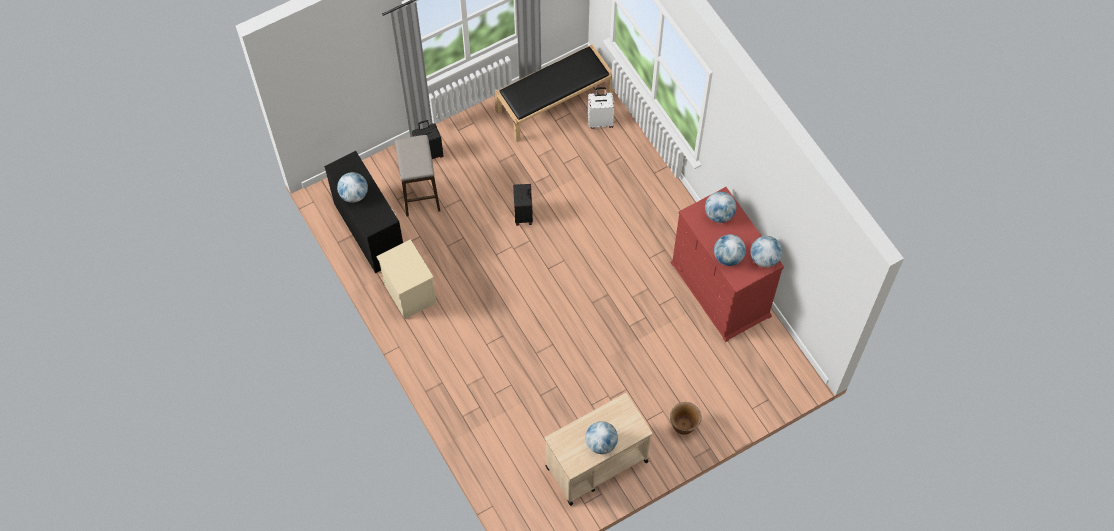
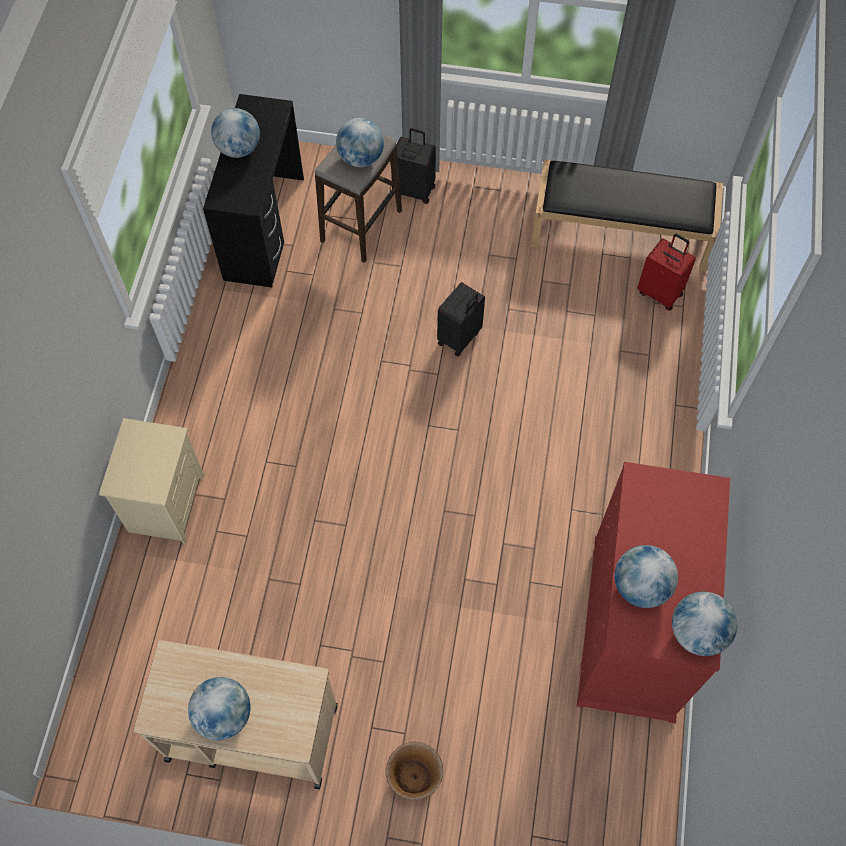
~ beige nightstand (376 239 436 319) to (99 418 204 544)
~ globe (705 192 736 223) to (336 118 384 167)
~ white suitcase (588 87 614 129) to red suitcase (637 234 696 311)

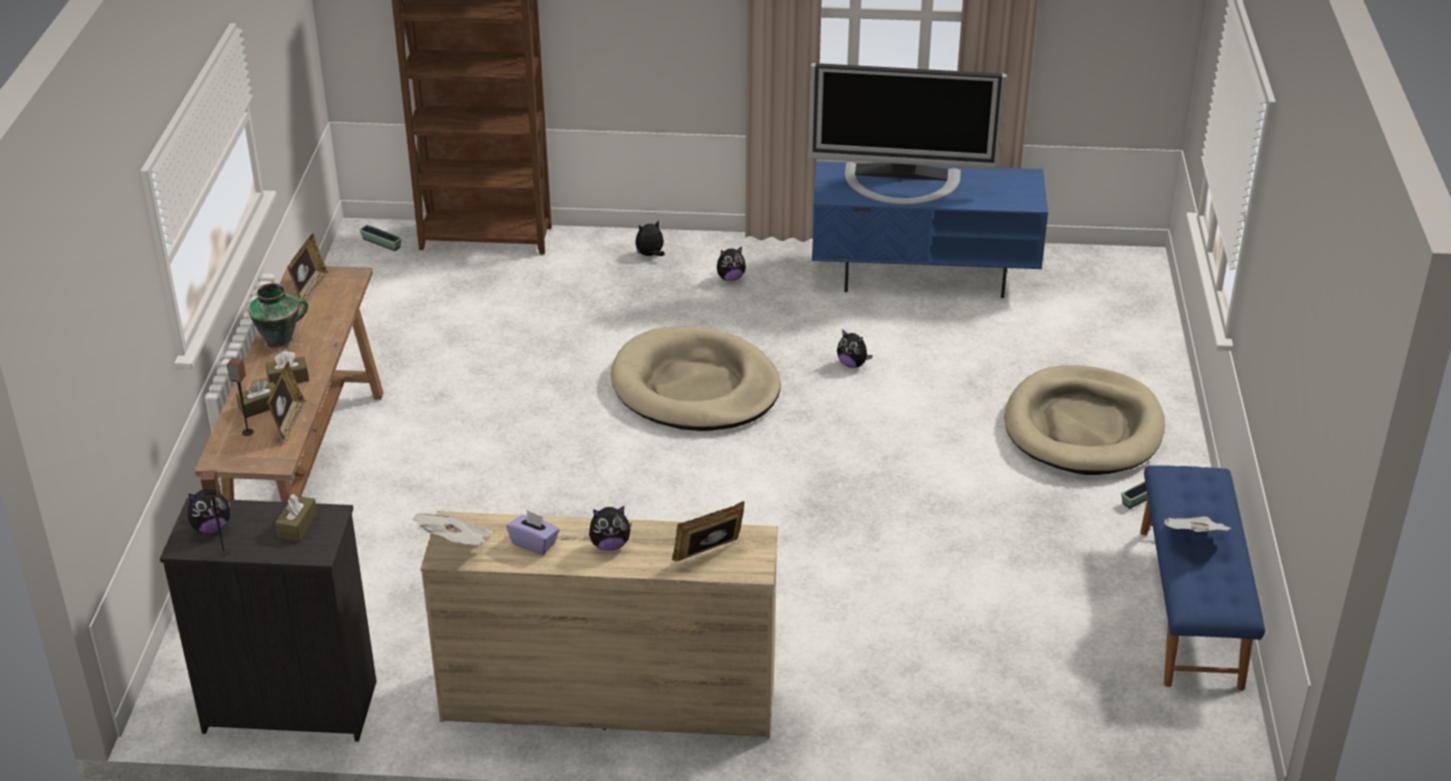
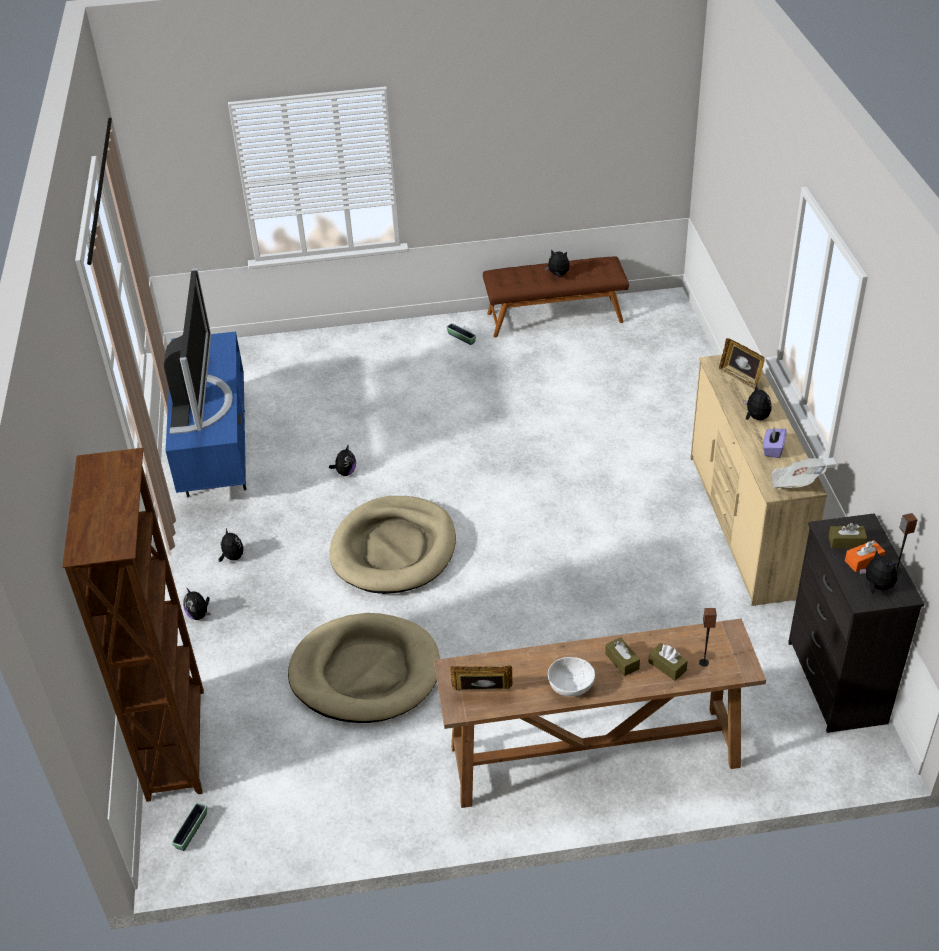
- picture frame (267 362 306 441)
+ orange tissue box (845 540 885 572)
~ beige dog bed (1005 365 1165 475) to (288 613 440 723)
~ vase (248 283 308 350) to white bowl (548 657 595 696)
~ newspaper (1164 516 1230 532) to plush toy (545 250 570 278)
~ blue bench (1140 465 1265 691) to brown bench (483 256 629 338)

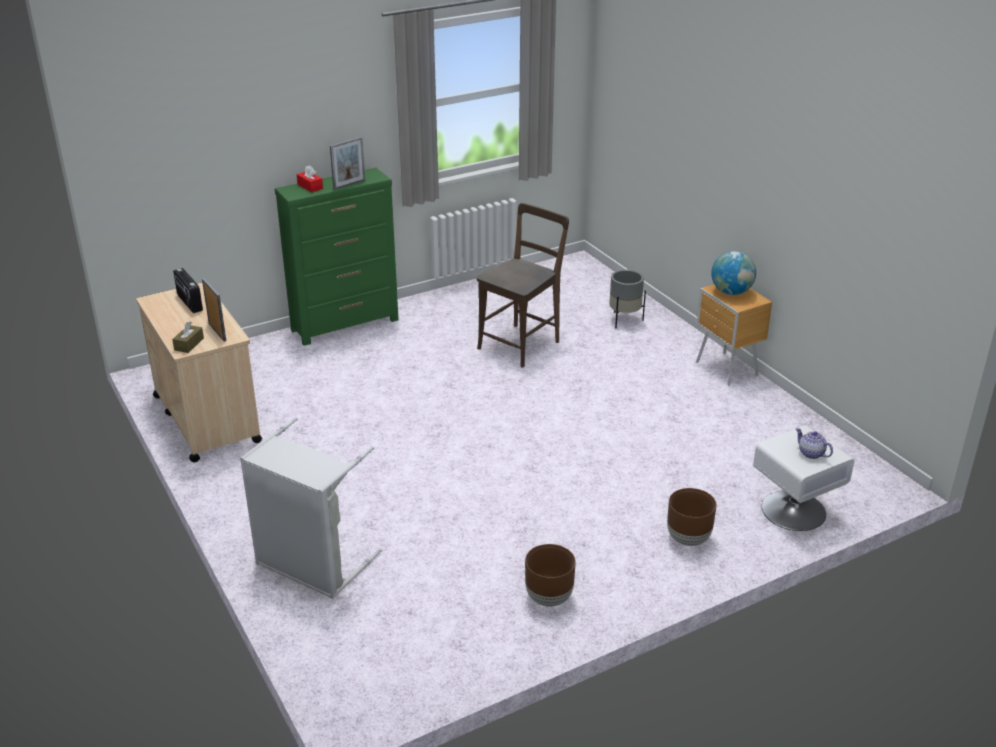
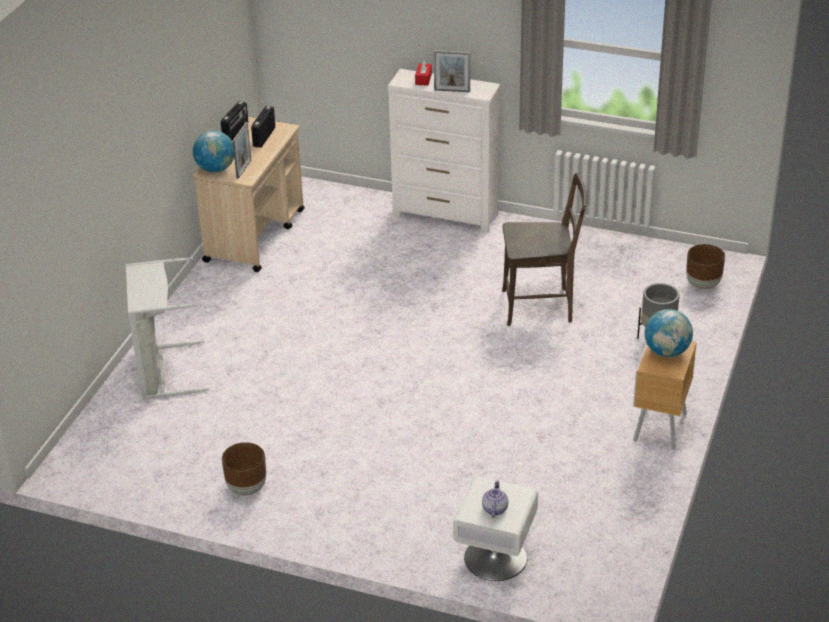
+ radio (221 101 248 141)
~ brown planter (667 488 716 546) to (686 244 725 290)
~ brown tissue box (172 321 204 353) to globe (193 131 234 173)
~ green dresser (275 168 399 346) to white dresser (388 69 500 233)

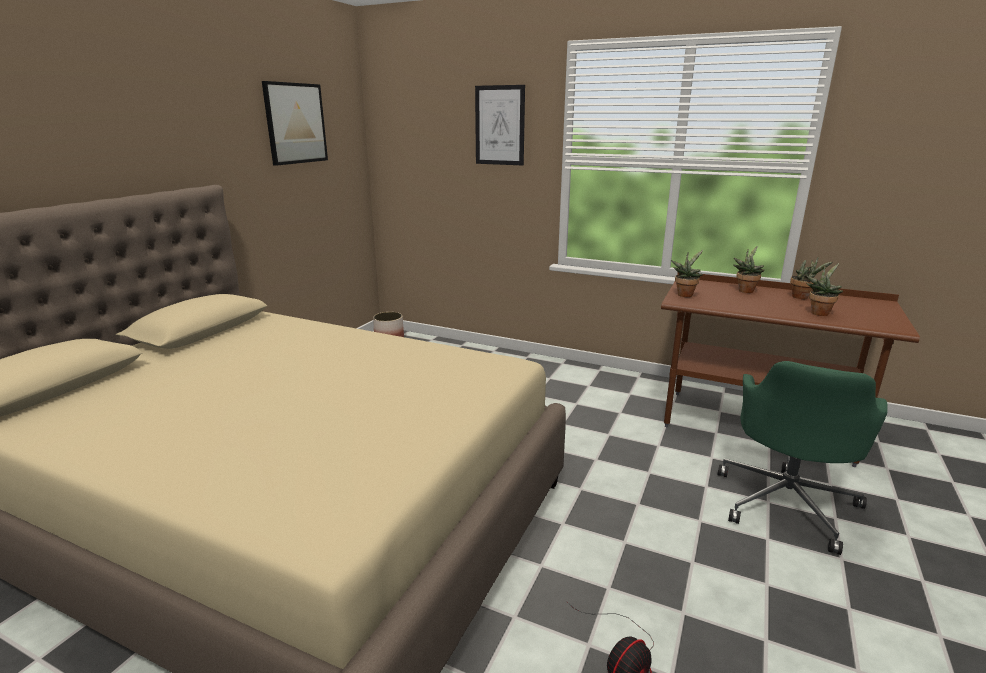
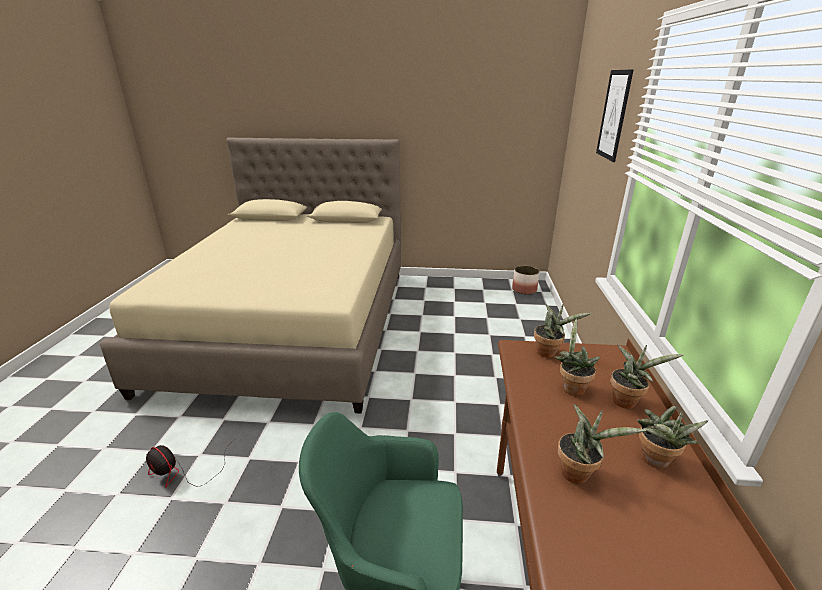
- picture (262 81 328 166)
+ potted plant (554 318 600 396)

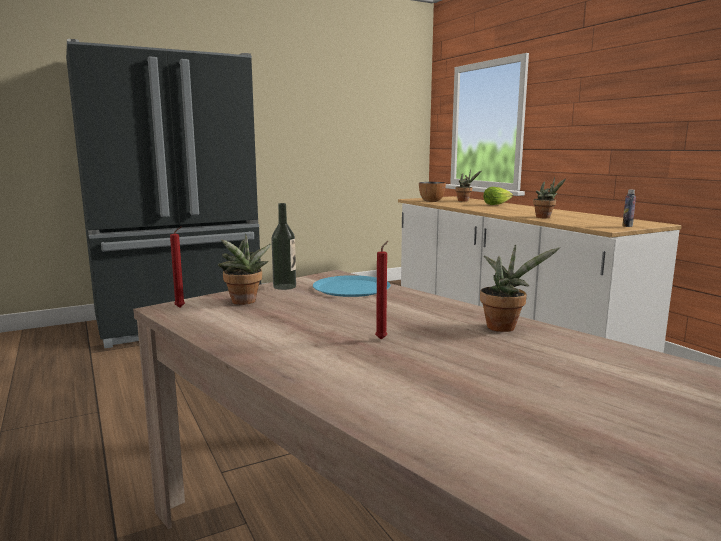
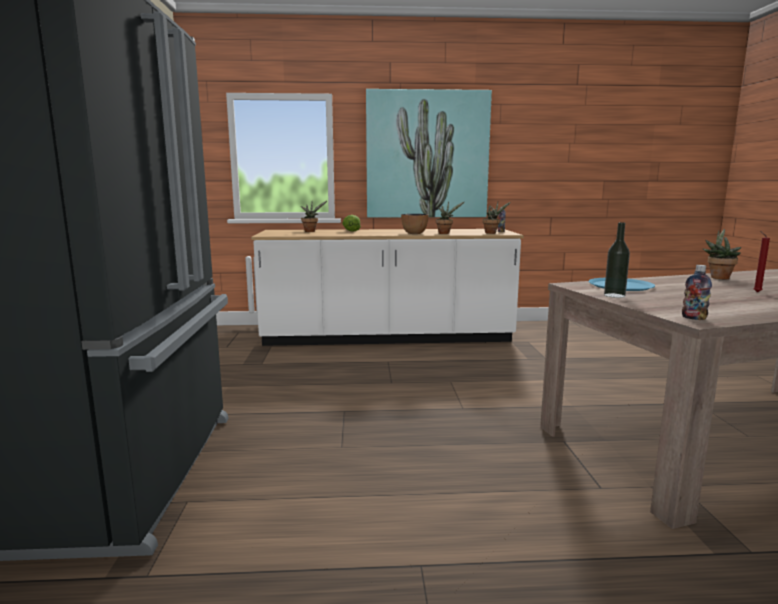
+ picture (366 89 492 218)
~ potted plant (218 234 271 305) to (483 202 511 234)
~ bowl (419 182 446 202) to (401 214 429 234)
~ red candle (170 226 185 308) to bottle (682 265 712 320)

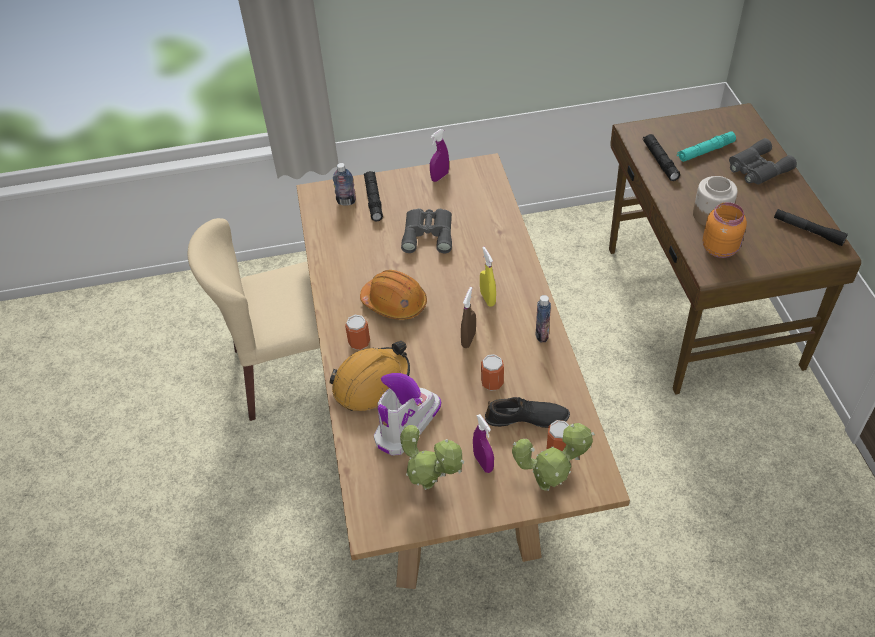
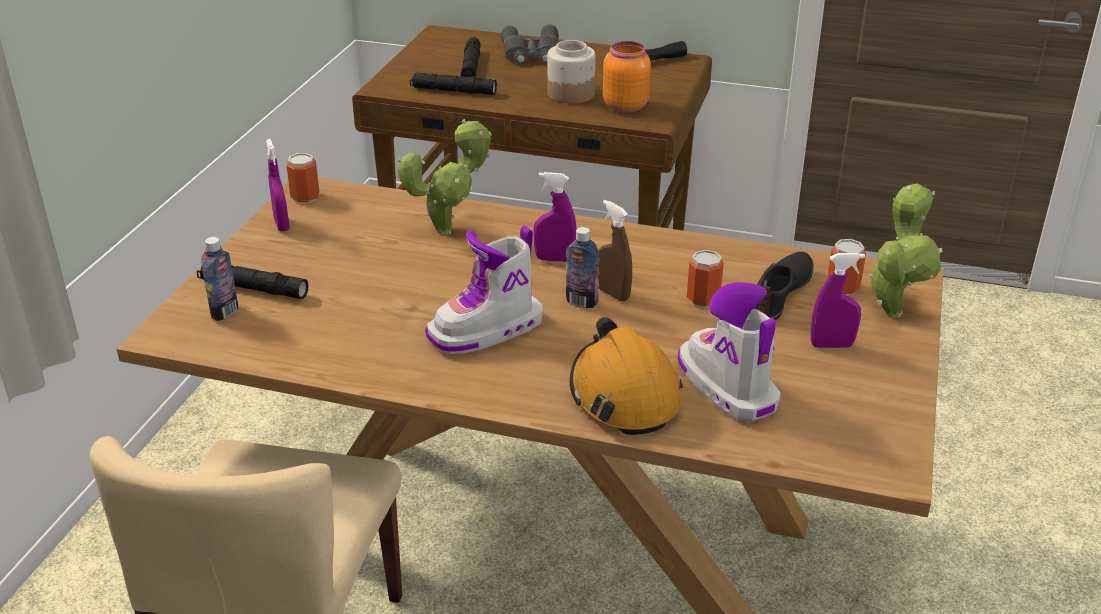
- grey binoculars (401 209 452 253)
~ can (345 315 370 350) to (286 153 320 203)
~ potted plant (400 424 464 490) to (398 119 492 235)
~ bottle (536 295 551 342) to (566 227 600 308)
~ orange hard hat (360 270 427 320) to boot (425 226 543 354)
~ yellow spray bottle (480 247 496 307) to purple spray bottle (533 172 576 262)
~ turquoise flashlight (677 131 736 162) to black flashlight (461 37 481 77)

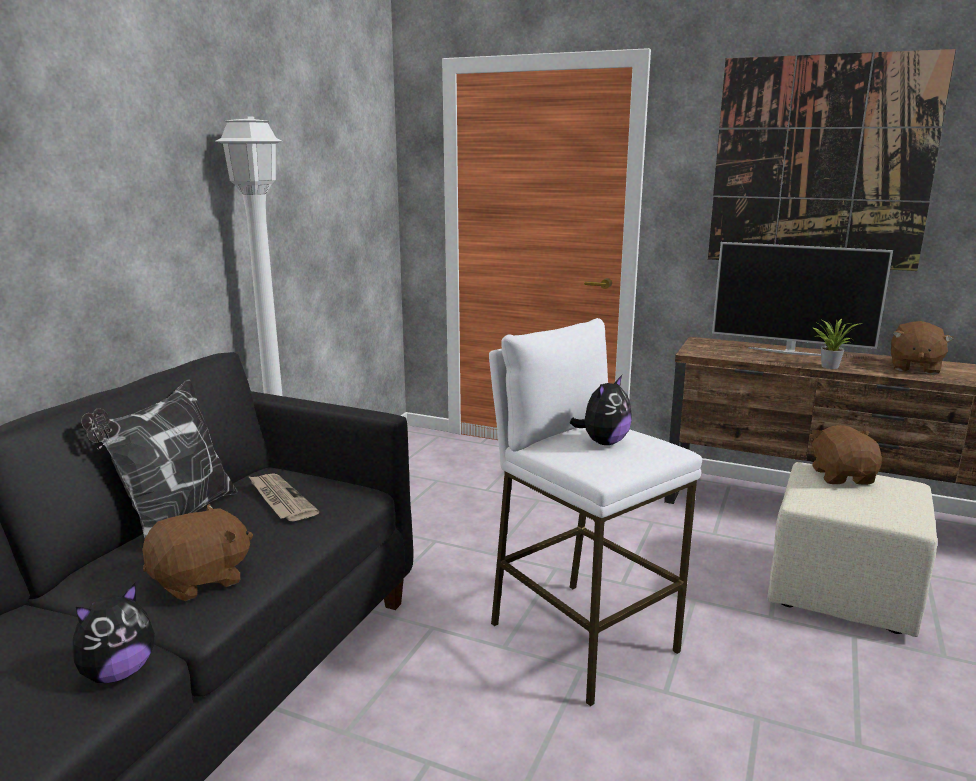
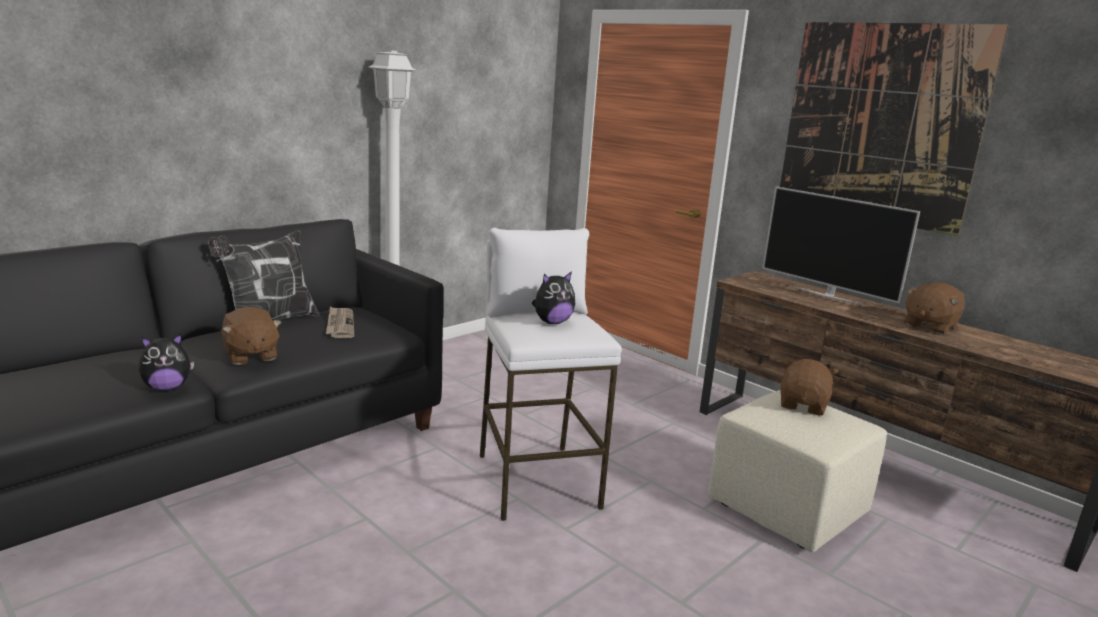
- potted plant (812 318 858 369)
~ brown plush toy (142 504 253 601) = (221 307 282 365) 75 degrees clockwise

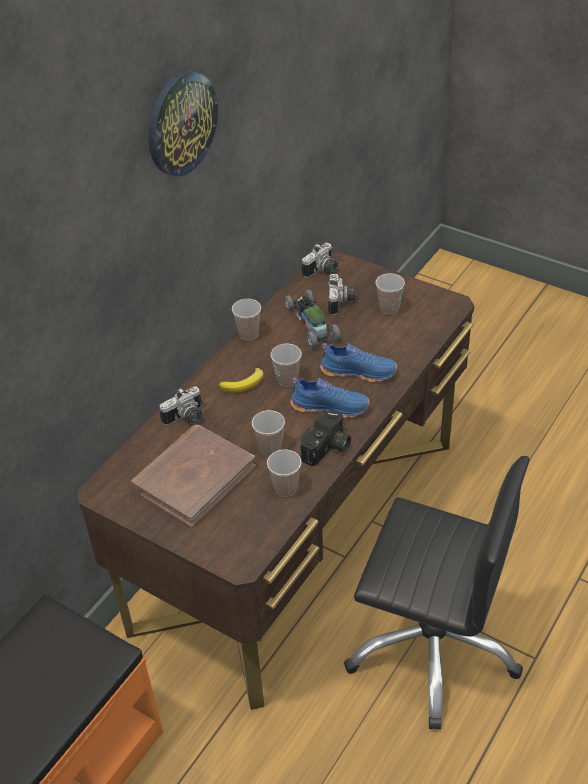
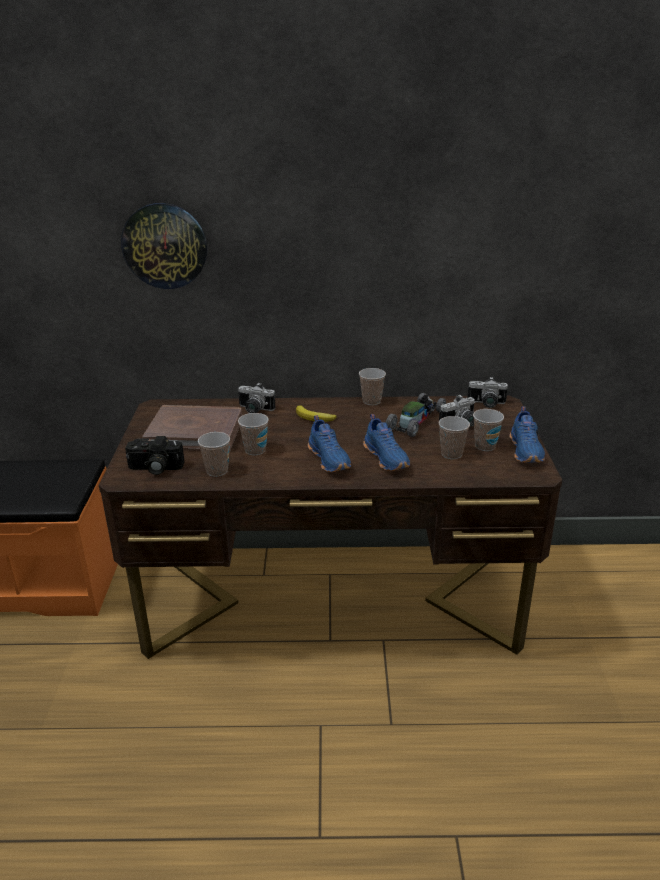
- black office chair (344 456 530 730)
+ blue shoe (510 406 545 463)
~ wall clock (148 71 218 176) to (121 203 207 289)
~ cup (271 344 302 387) to (439 416 470 459)
~ photo camera (301 410 351 467) to (125 436 184 475)

